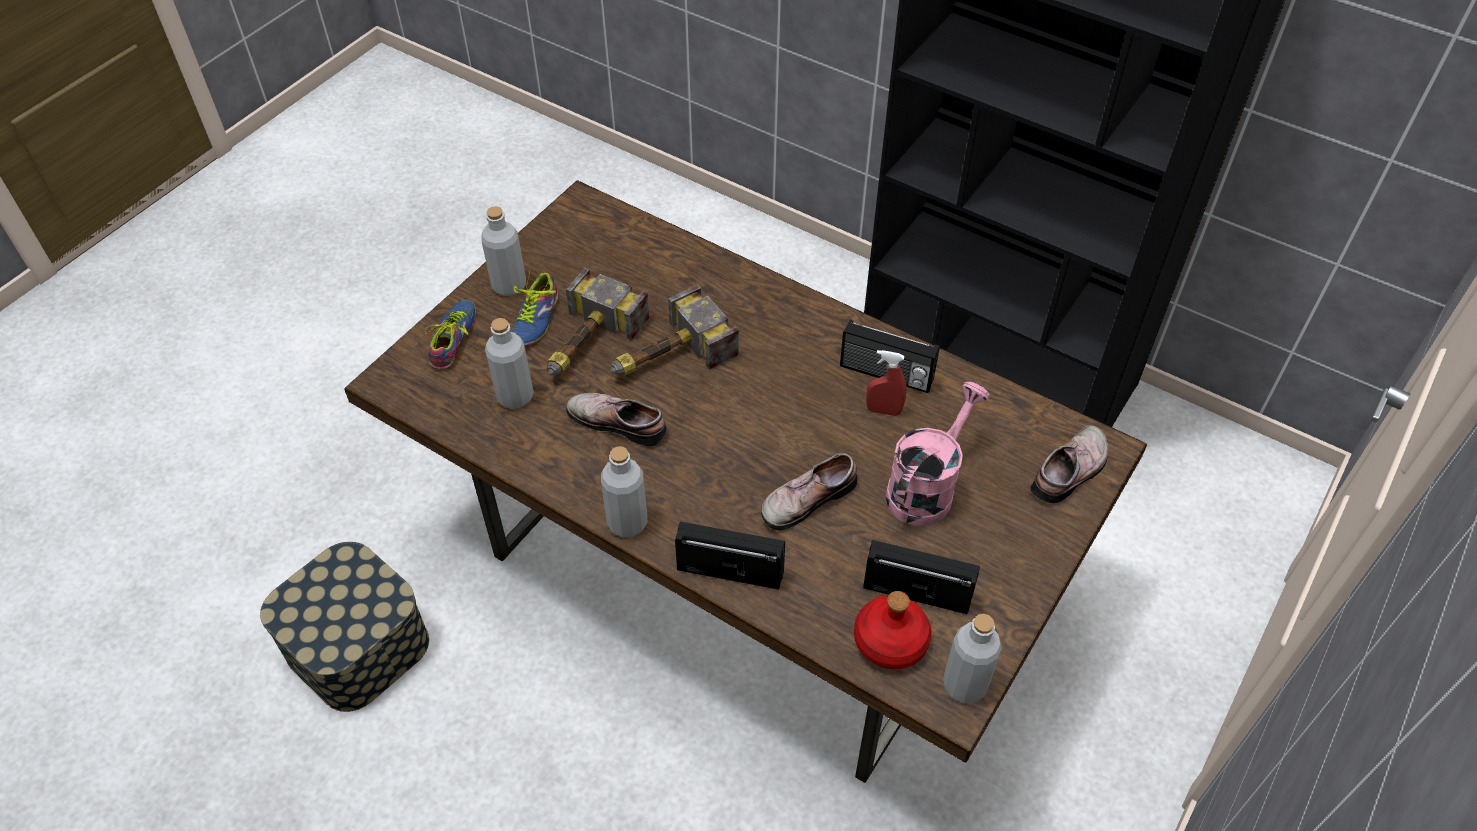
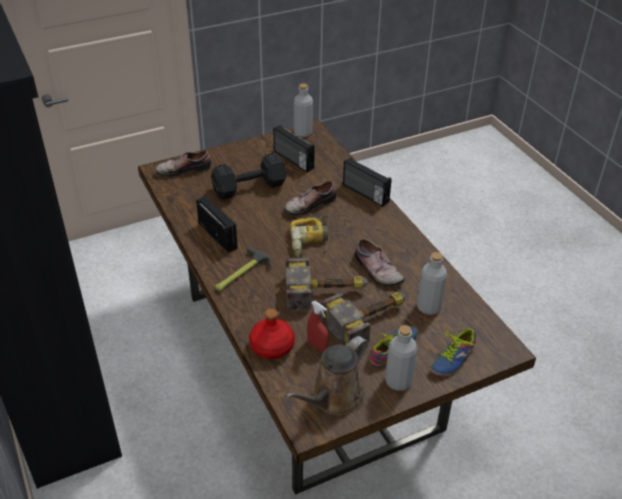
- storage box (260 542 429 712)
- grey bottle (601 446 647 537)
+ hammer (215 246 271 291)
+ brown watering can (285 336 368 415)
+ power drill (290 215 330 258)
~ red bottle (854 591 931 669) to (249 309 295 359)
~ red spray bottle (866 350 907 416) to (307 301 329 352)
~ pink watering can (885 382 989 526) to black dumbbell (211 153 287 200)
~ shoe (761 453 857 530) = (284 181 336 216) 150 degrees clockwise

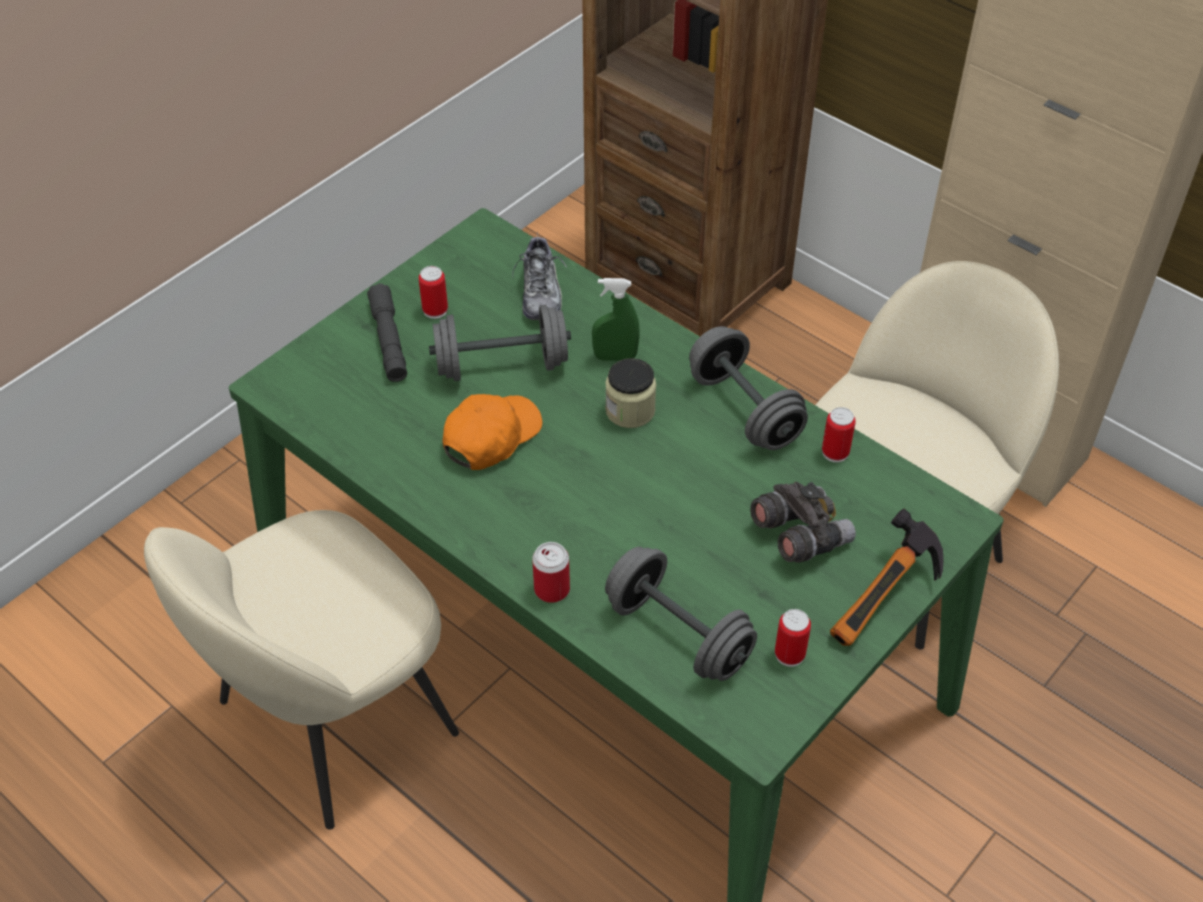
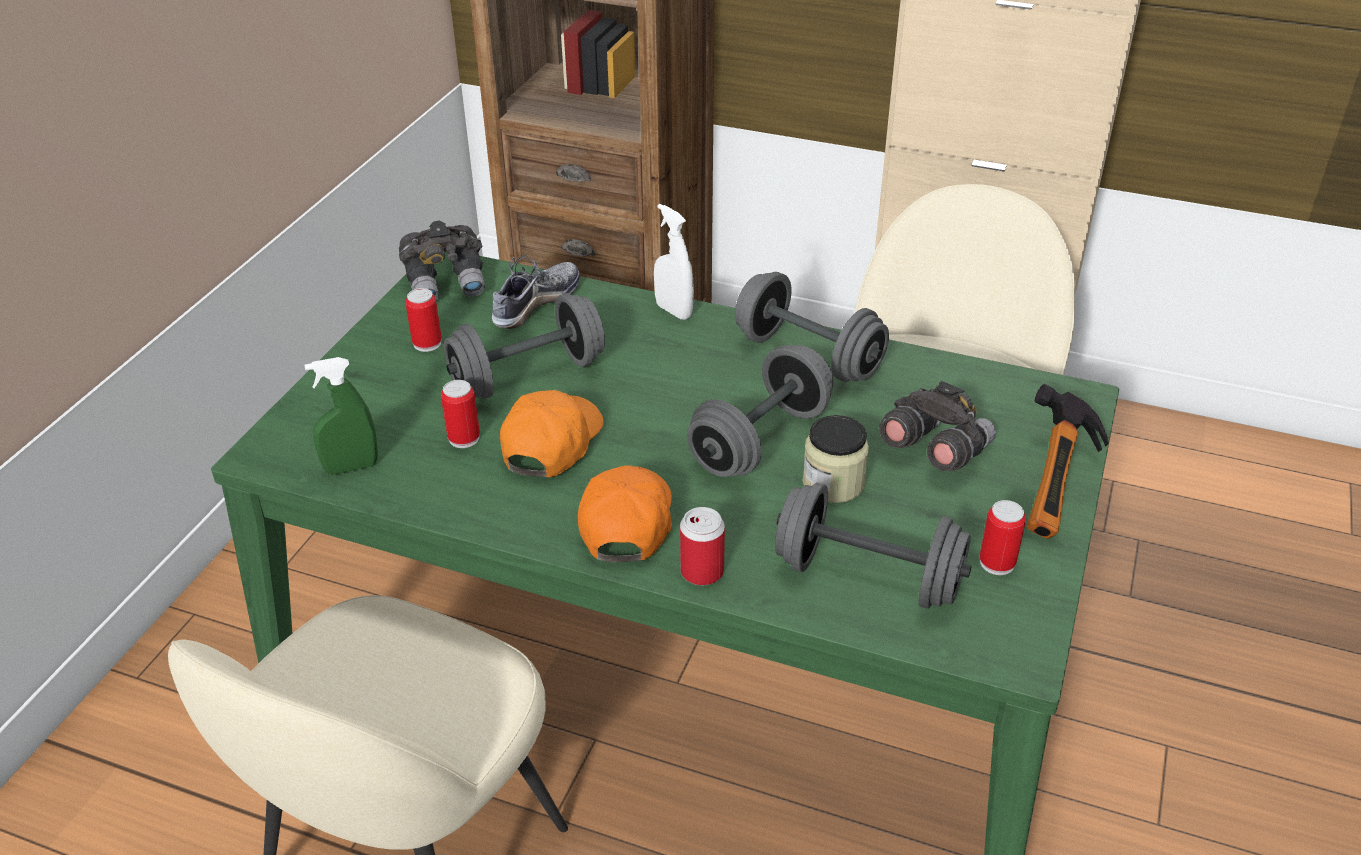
- grey flashlight (367 284 407 382)
+ grey binoculars (399 221 485 300)
+ orange cap (577 465 672 563)
+ white spray bottle (654 204 694 320)
+ grey dumbbell (687 345 833 477)
~ green spray bottle (592 278 640 360) to (304 357 378 475)
~ jar (605 358 656 428) to (803 415 869 503)
~ can (822 407 856 463) to (441 380 480 448)
~ shoe (512 231 567 320) = (492 255 580 329) 120 degrees counterclockwise

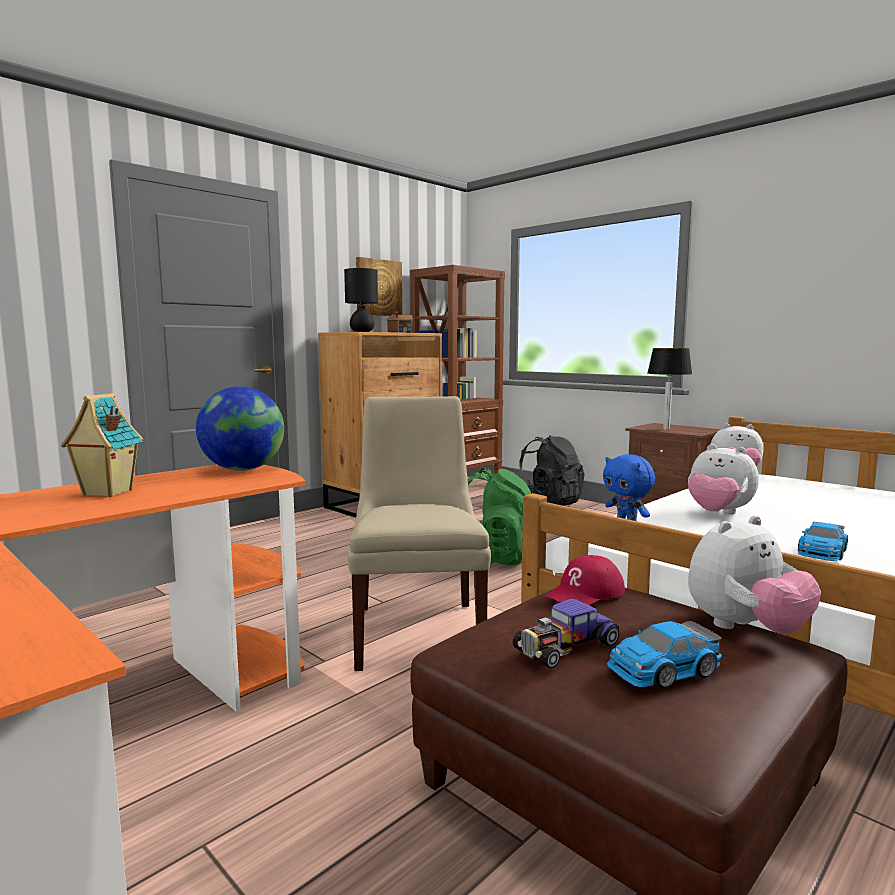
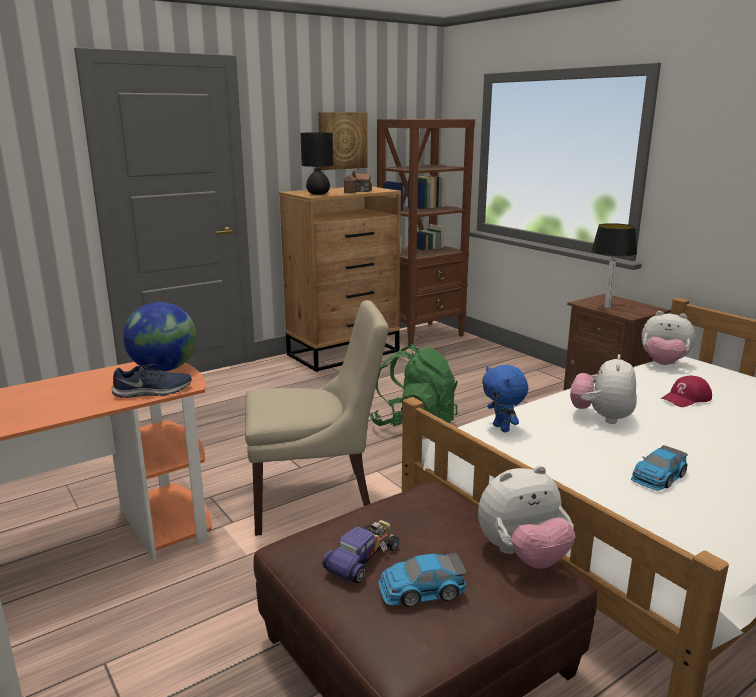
- toy house (61 393 143 497)
- black backpack (519 435 584 506)
+ blue shoe (111 364 192 398)
~ red cap (545 555 625 606) to (661 375 712 407)
~ beige chair (348 396 491 671) = (245 300 389 536) 75 degrees clockwise
~ toy car (512 599 619 669) = (322 520 399 583) 150 degrees clockwise
~ plush toy (688 444 759 514) = (570 354 637 424) 60 degrees clockwise

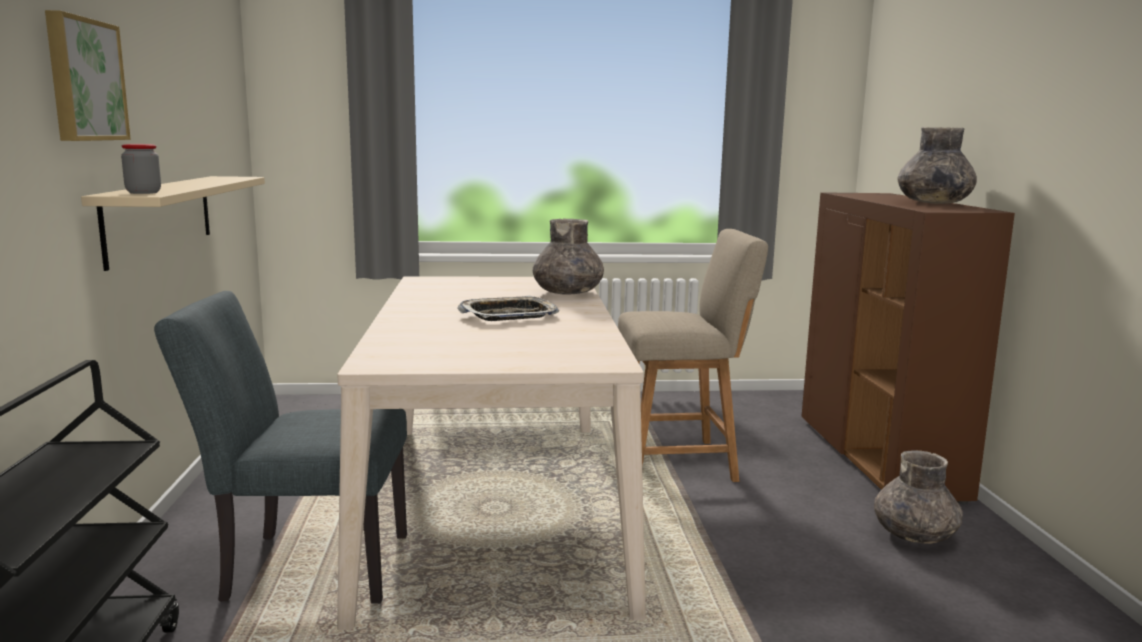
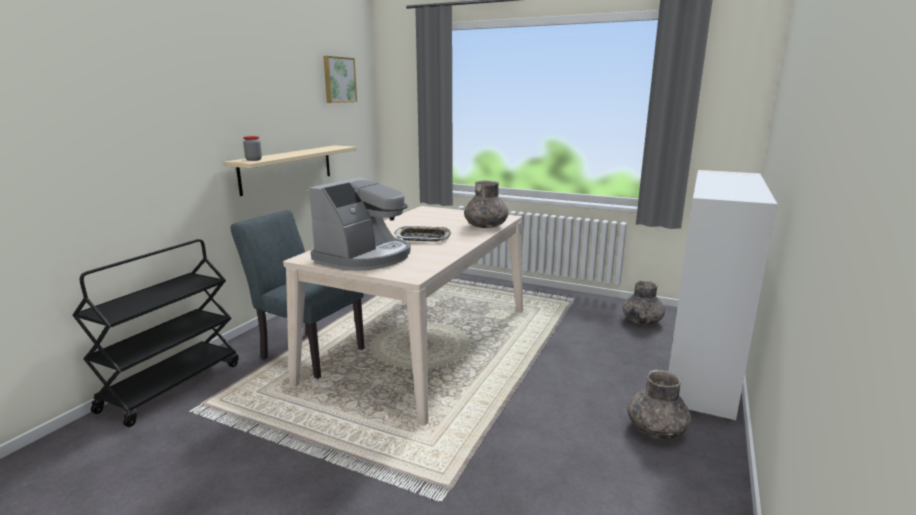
- beige chair (618 229 768 482)
+ coffee machine (309 177 411 271)
~ picture (45 10 131 141) to (323 56 357 103)
~ grey vase (897 127 977 204) to (623 280 665 325)
~ brown cabinet (801 192 1015 504) to white cabinet (668 170 777 421)

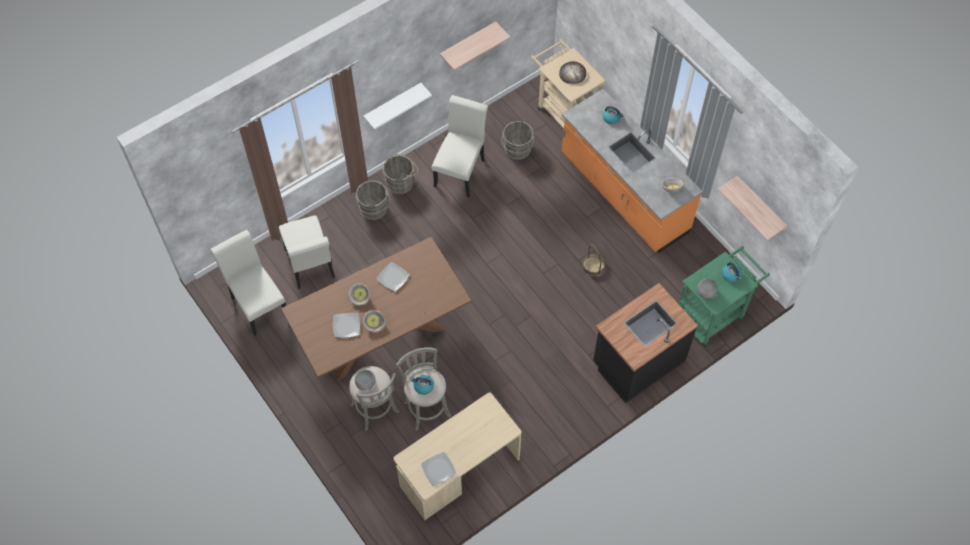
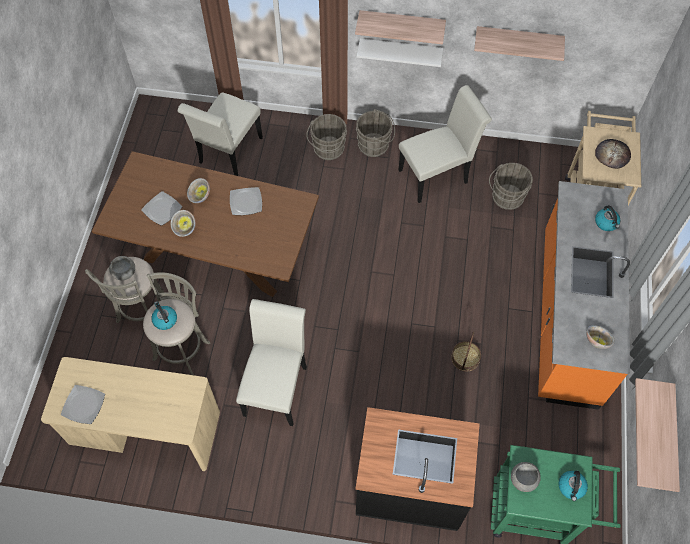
+ shelf (355 10 446 44)
~ white chair (210 230 286 336) to (236 299 307 426)

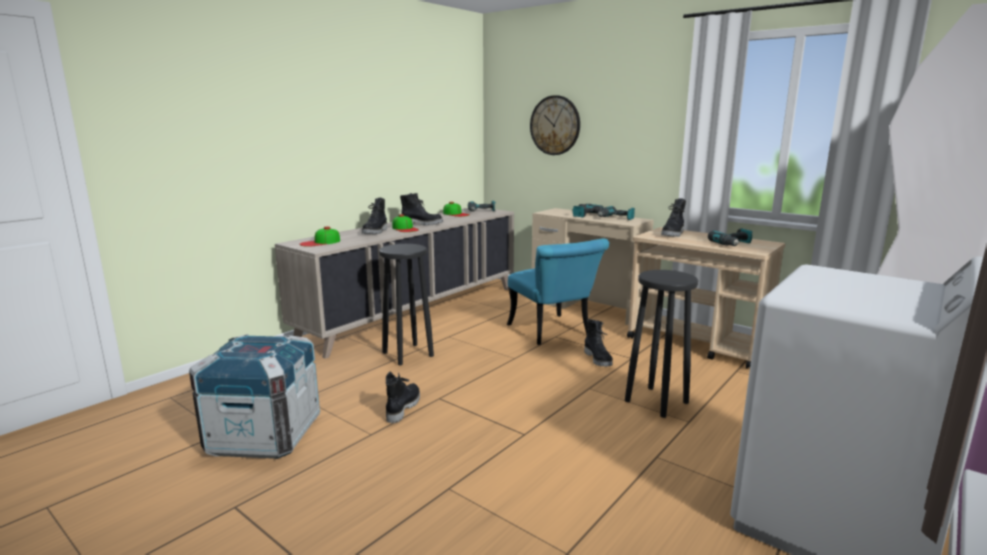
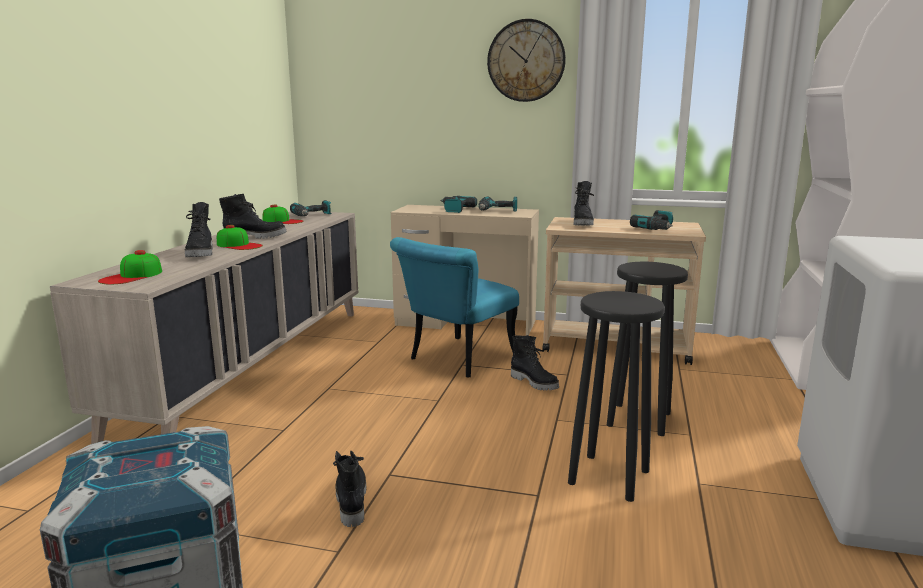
~ black stool (379 244 434 365) to (568 291 665 502)
~ wall clock (530 95 580 155) to (487 19 566 102)
~ turquoise chair (507 239 609 345) = (390 237 519 378) 90 degrees clockwise

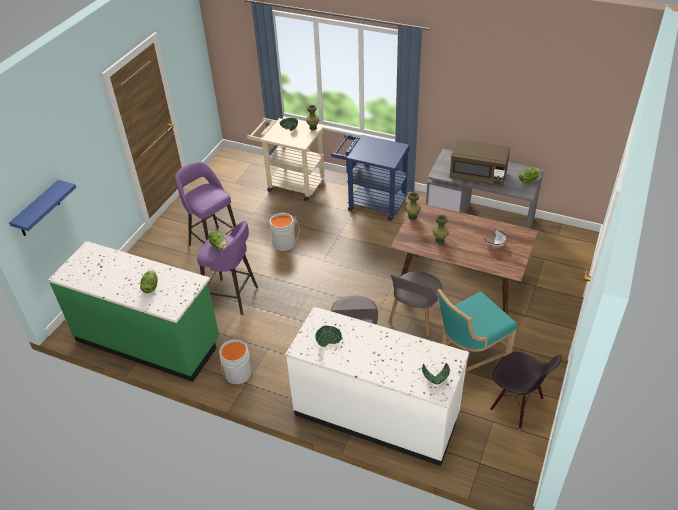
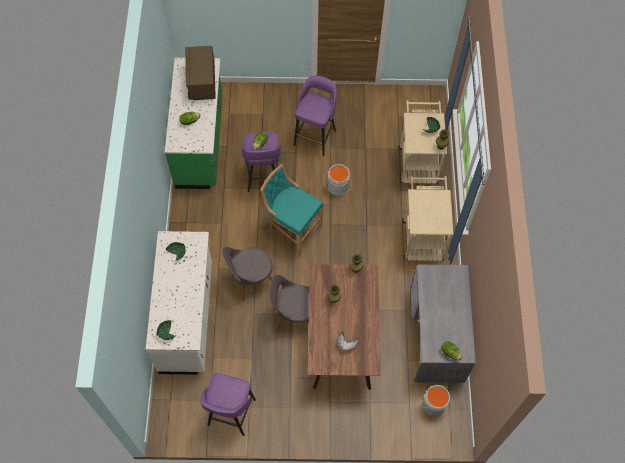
- blue shelf (9 180 76 236)
~ grey bucket (219 339 252 384) to (419 385 450 417)
~ turquoise stool (437 289 517 385) to (260 164 323 258)
~ brown microwave (449 139 510 187) to (185 46 216 100)
~ black chair (490 352 562 430) to purple stool (200 373 256 436)
~ blue cart (331 135 410 221) to beige cart (402 175 454 261)

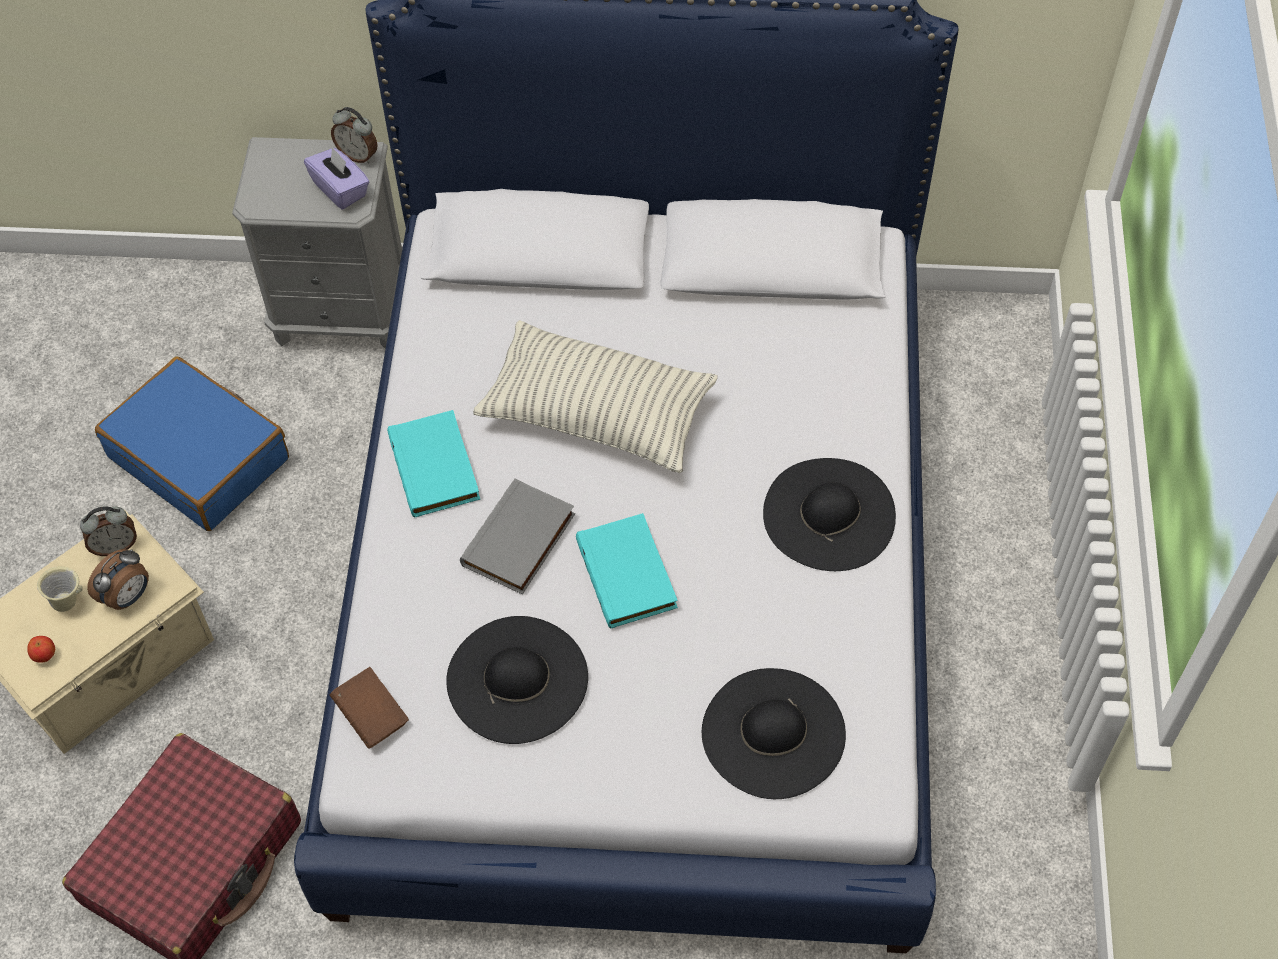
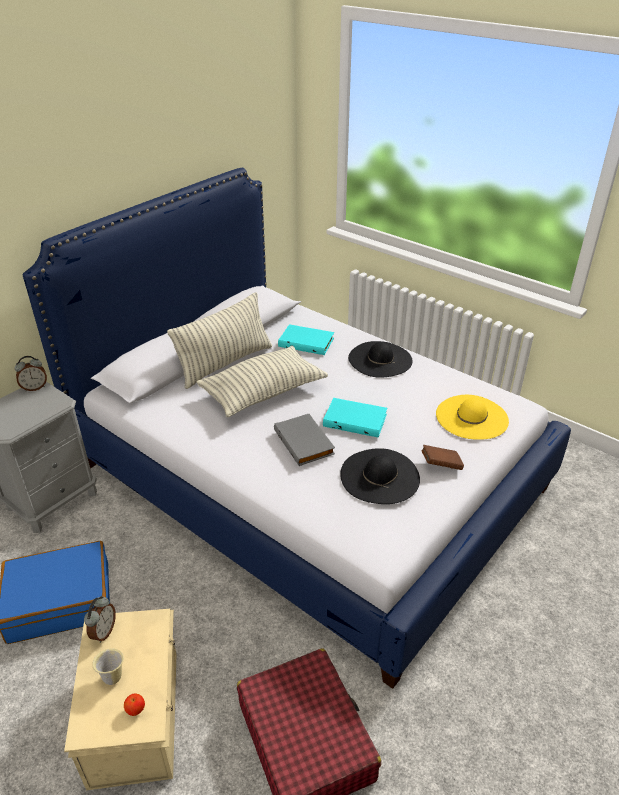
- alarm clock (87 549 149 610)
- purple tissue box (304 146 369 210)
+ pillow (167 292 272 389)
~ brown book (329 667 409 749) to (421 445 464 470)
~ turquoise book (387 410 480 518) to (278 324 334 355)
~ black hat (702 668 846 799) to yellow hat (436 395 509 440)

